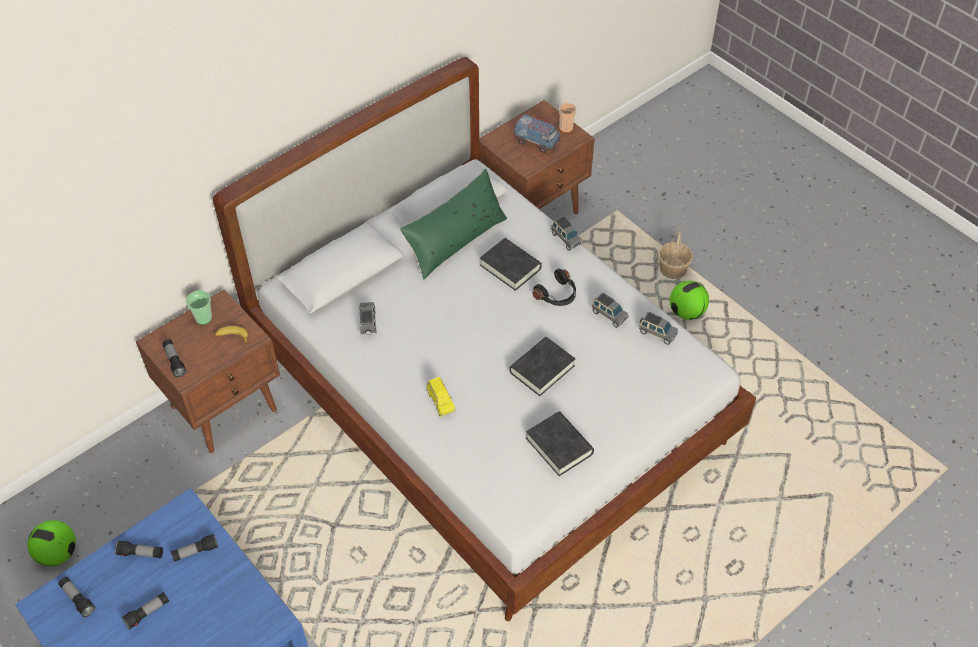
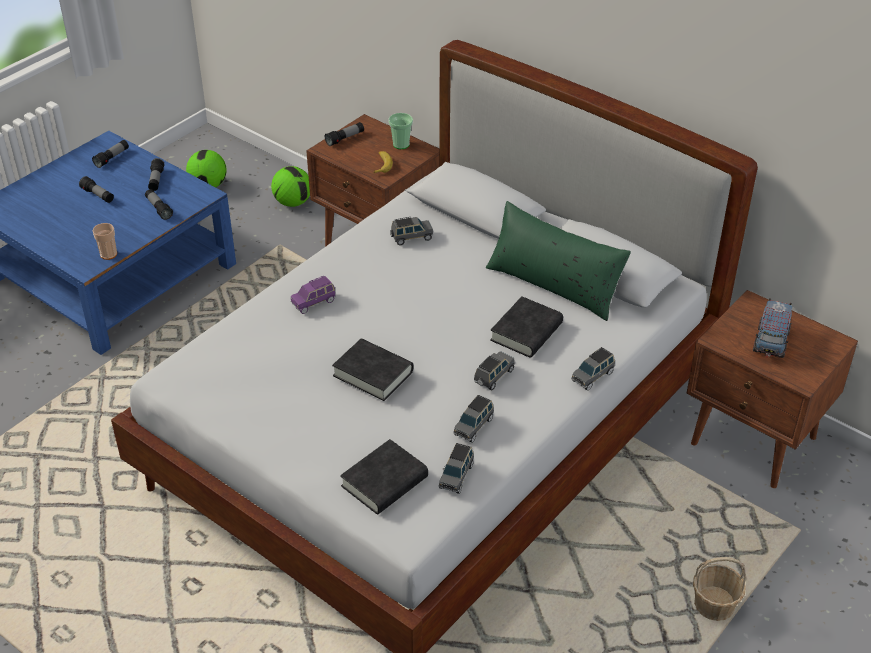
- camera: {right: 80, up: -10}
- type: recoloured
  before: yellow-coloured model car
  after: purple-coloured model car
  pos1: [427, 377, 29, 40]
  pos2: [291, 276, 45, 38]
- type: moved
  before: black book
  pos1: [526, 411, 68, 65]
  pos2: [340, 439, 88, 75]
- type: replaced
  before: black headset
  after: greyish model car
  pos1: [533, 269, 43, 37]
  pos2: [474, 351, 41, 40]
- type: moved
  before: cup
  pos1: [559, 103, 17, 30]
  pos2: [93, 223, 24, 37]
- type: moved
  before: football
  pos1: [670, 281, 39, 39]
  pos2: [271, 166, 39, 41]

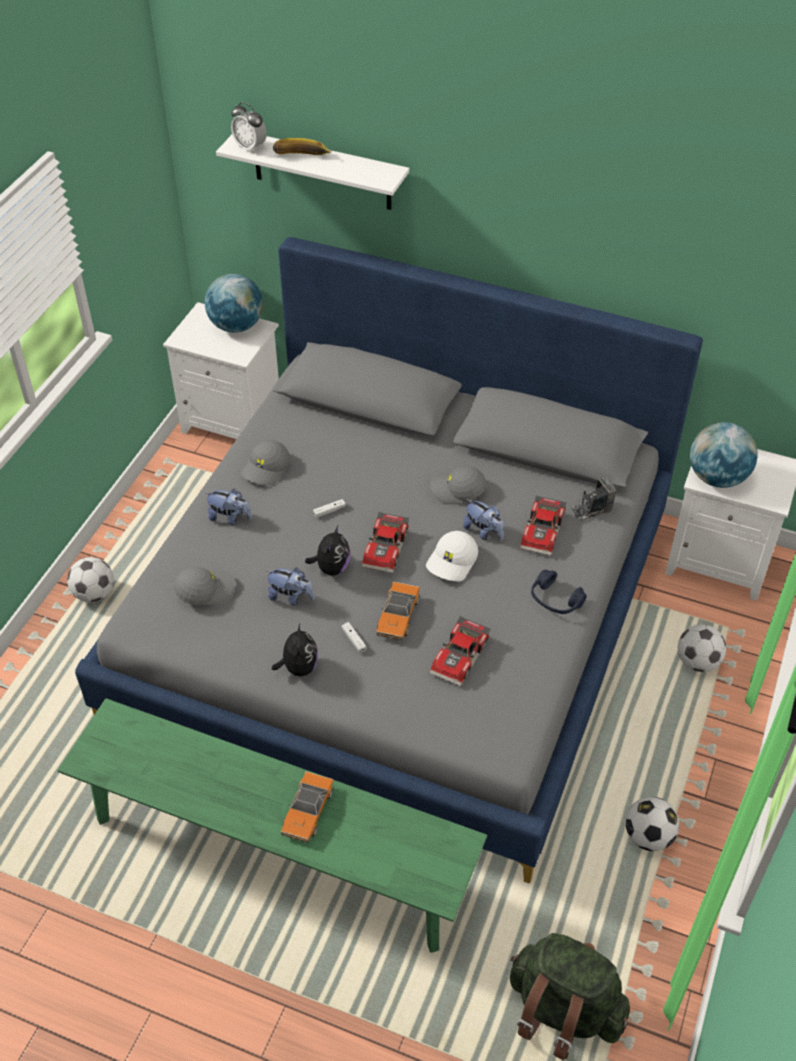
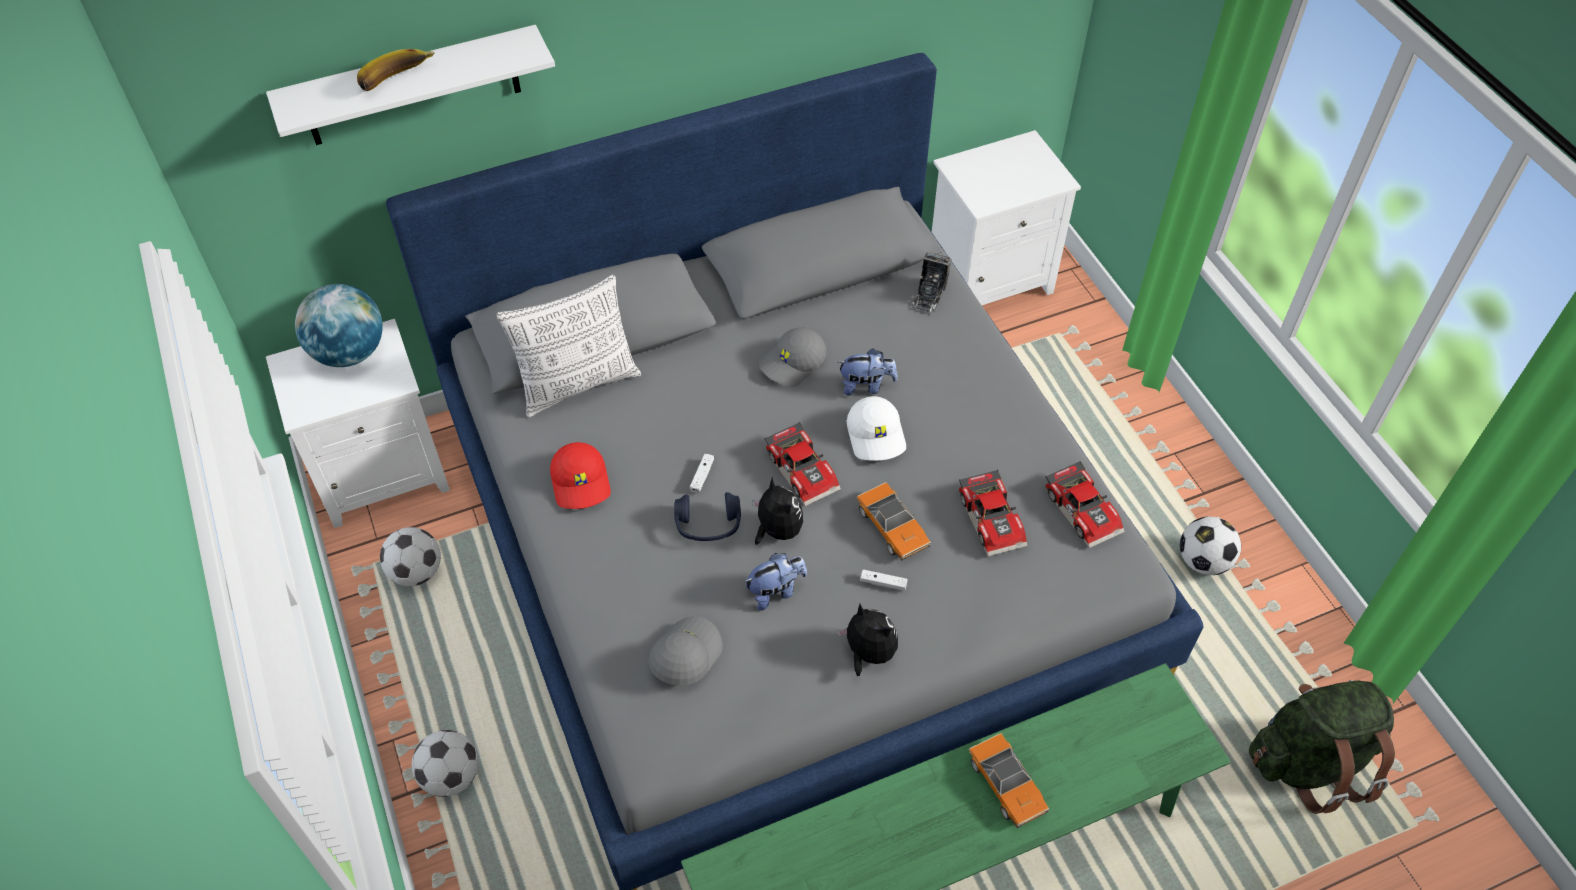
- camera: {right: -45, up: 5}
- type: removed
  before: cuddly toy
  pos1: [205, 489, 47, 36]
- type: removed
  before: alarm clock
  pos1: [231, 102, 36, 51]
- type: recoloured
  before: greyish cap
  after: reddish cap
  pos1: [241, 440, 49, 46]
  pos2: [550, 442, 61, 67]
- type: moved
  before: model car
  pos1: [520, 495, 46, 61]
  pos2: [1045, 461, 80, 87]
- type: moved
  before: bluish headset
  pos1: [531, 570, 55, 44]
  pos2: [674, 492, 67, 49]
- type: moved
  before: football
  pos1: [678, 624, 48, 48]
  pos2: [380, 527, 61, 59]
- type: removed
  before: globe
  pos1: [690, 422, 68, 66]
- type: added
  after: cushion
  pos2: [496, 275, 145, 142]

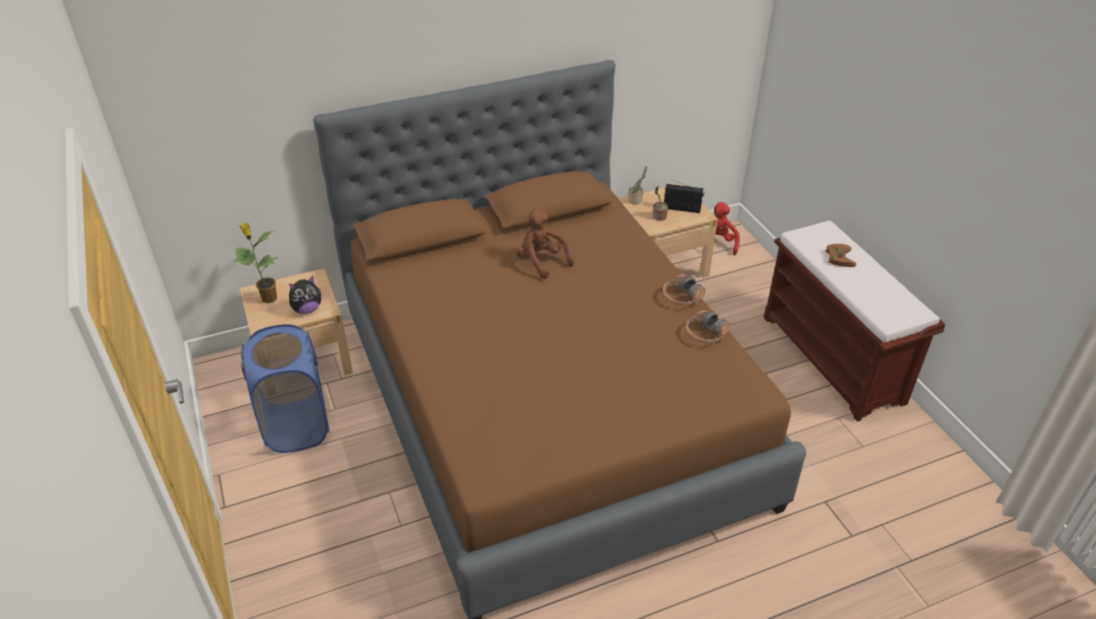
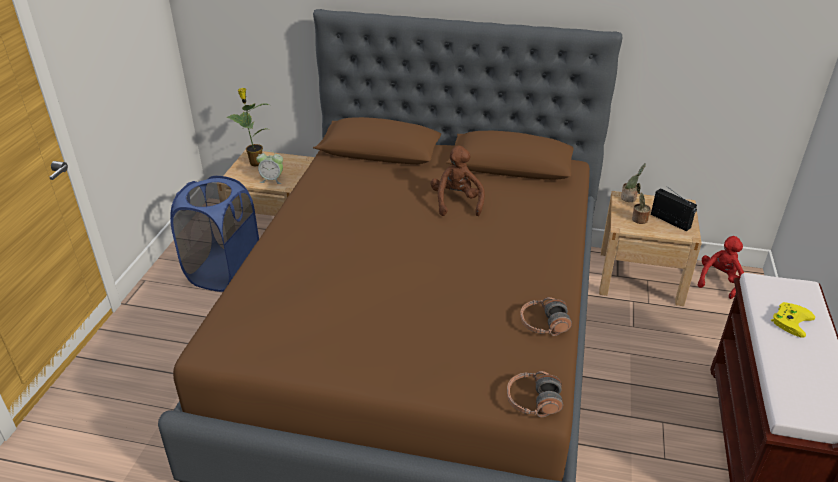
- camera: {right: 35, up: -5}
- type: replaced
  before: cuddly toy
  after: alarm clock
  pos1: [289, 277, 32, 37]
  pos2: [256, 150, 27, 34]
- type: moved
  before: headset
  pos1: [663, 275, 43, 31]
  pos2: [507, 371, 56, 46]
- type: recoloured
  before: brown joypad
  after: yellow-coloured joypad
  pos1: [825, 244, 31, 23]
  pos2: [771, 302, 44, 35]

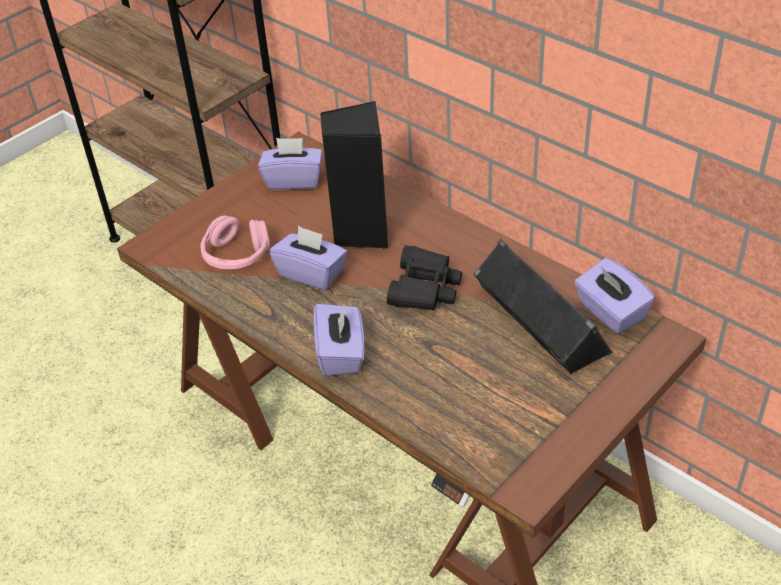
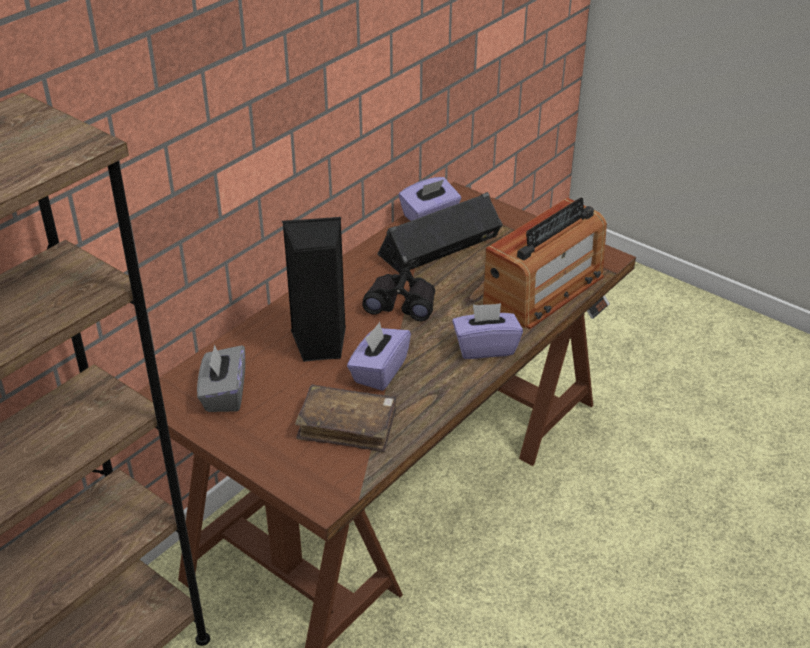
- camera: {right: -95, up: -5}
- type: replaced
  before: pink headset
  after: brown book
  pos1: [200, 216, 70, 53]
  pos2: [295, 384, 102, 68]
- type: recoloured
  before: purple-coloured tissue holder
  after: greyish tissue holder
  pos1: [258, 138, 65, 52]
  pos2: [197, 345, 48, 67]
- type: added
  after: radio receiver
  pos2: [483, 197, 124, 132]

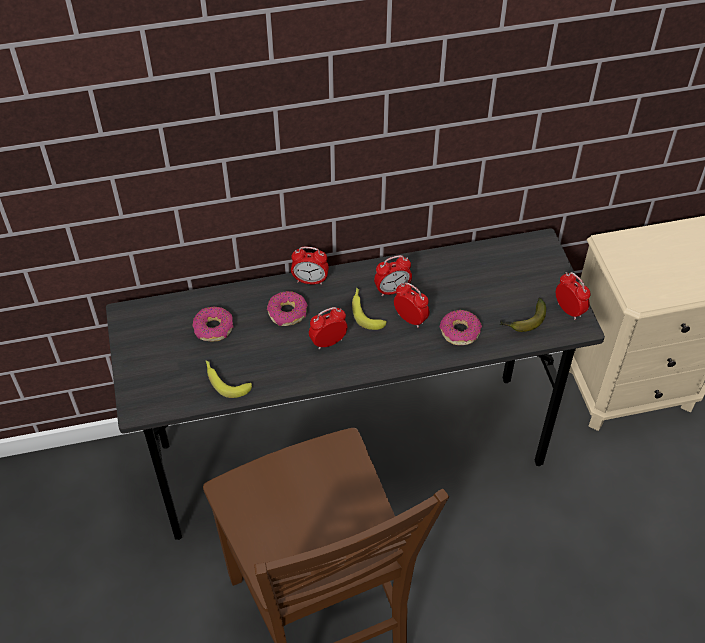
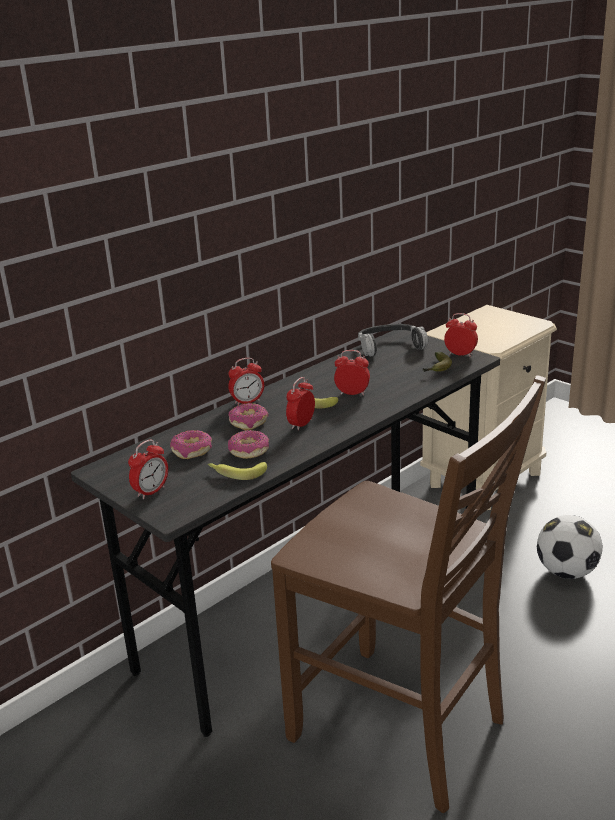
- camera: {right: -30, up: -25}
- type: moved
  before: alarm clock
  pos1: [374, 255, 38, 41]
  pos2: [128, 440, 40, 59]
- type: moved
  before: donut
  pos1: [440, 310, 42, 35]
  pos2: [228, 430, 41, 29]
- type: added
  after: headset
  pos2: [358, 324, 70, 32]
- type: added
  after: football
  pos2: [537, 515, 66, 64]

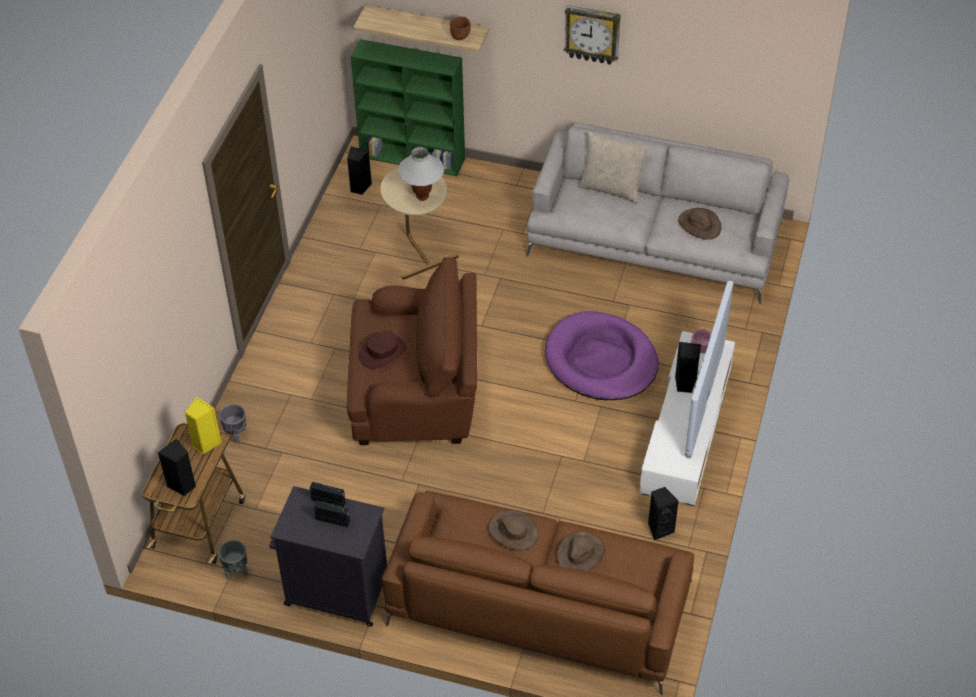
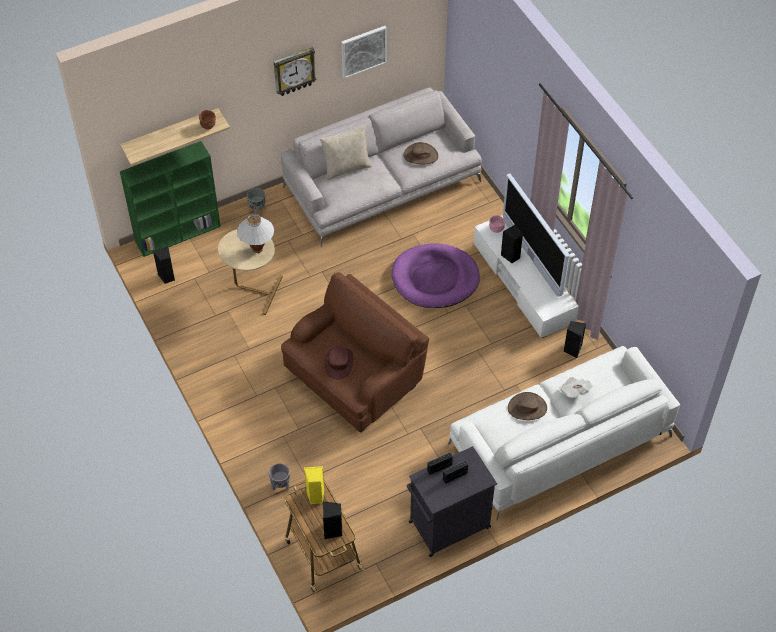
- camera: {right: -45, up: 5}
- type: moved
  before: greyish flower pot
  pos1: [218, 540, 30, 39]
  pos2: [247, 188, 18, 27]
- type: recoloured
  before: brown couch
  after: whitish couch
  pos1: [382, 491, 312, 204]
  pos2: [448, 346, 232, 175]
- type: replaced
  before: brown hat
  after: newspaper
  pos1: [556, 531, 49, 40]
  pos2: [559, 377, 34, 21]
- type: added
  after: wall picture
  pos2: [341, 26, 46, 53]

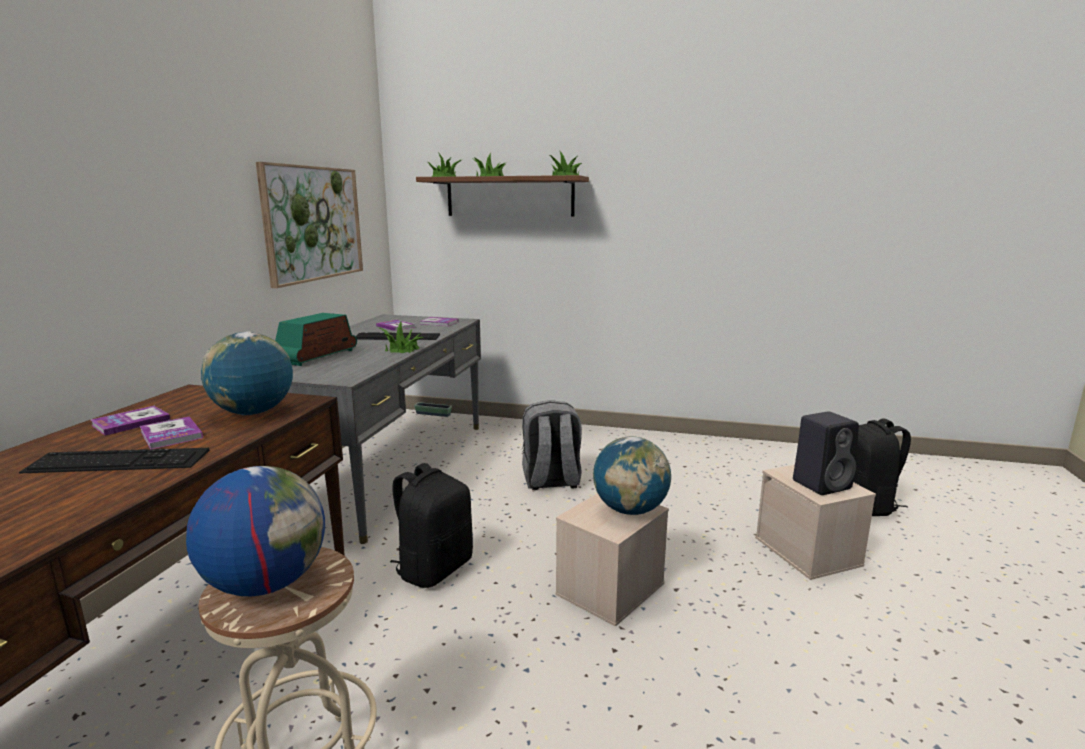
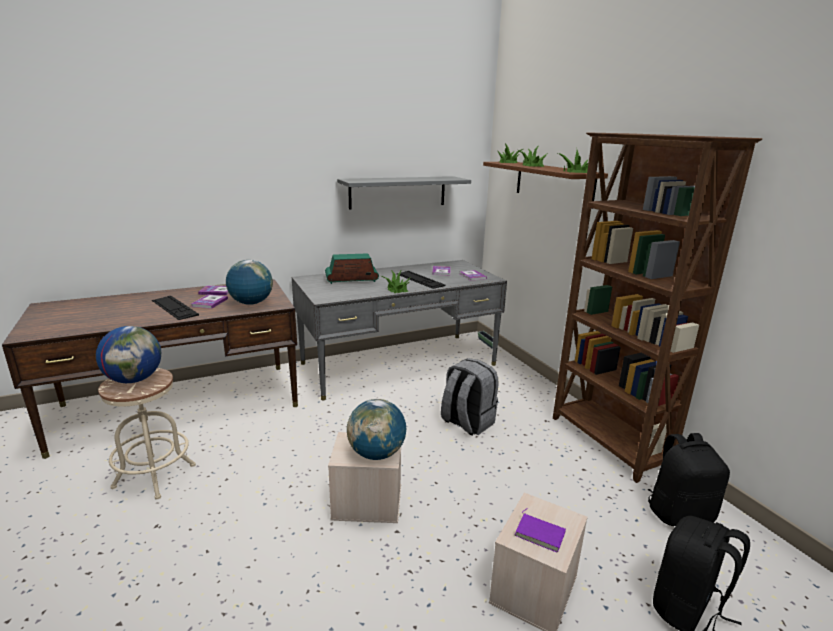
- camera: {right: 50, up: 5}
- type: replaced
  before: wall picture
  after: greyish shelf
  pos1: [256, 162, 107, 126]
  pos2: [337, 176, 134, 33]
- type: moved
  before: black rucksack
  pos1: [390, 463, 83, 125]
  pos2: [648, 433, 82, 93]
- type: replaced
  before: black speaker
  after: purple-coloured book
  pos1: [793, 412, 66, 83]
  pos2: [514, 508, 52, 45]
- type: added
  after: brown shelving unit
  pos2: [553, 132, 209, 351]

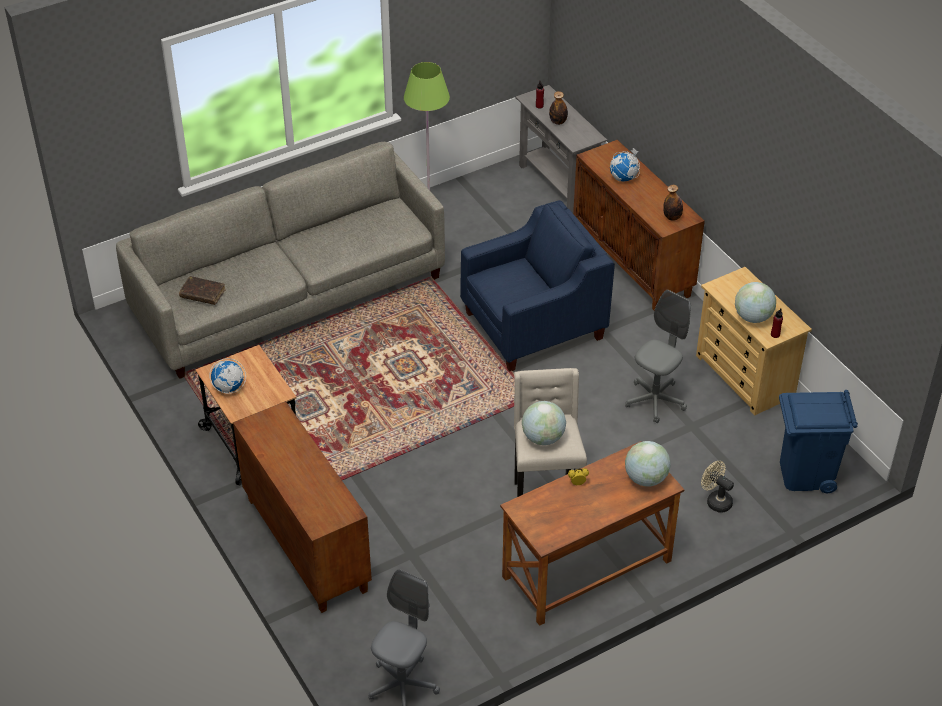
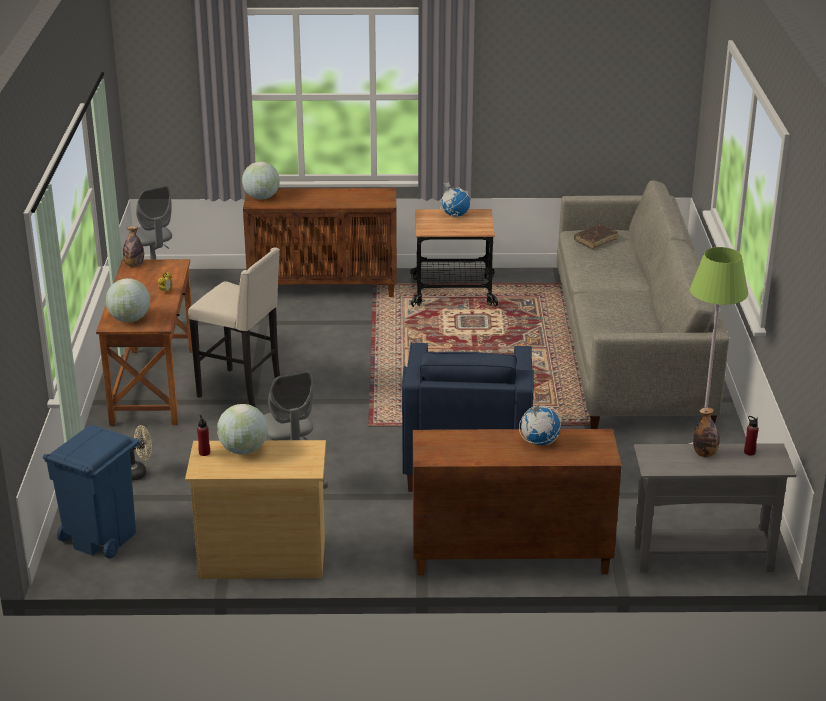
- camera: {right: 120, up: -15}
- type: moved
  before: globe
  pos1: [522, 401, 44, 44]
  pos2: [242, 162, 38, 38]
- type: moved
  before: beverage bottle
  pos1: [663, 185, 20, 36]
  pos2: [123, 226, 21, 41]

